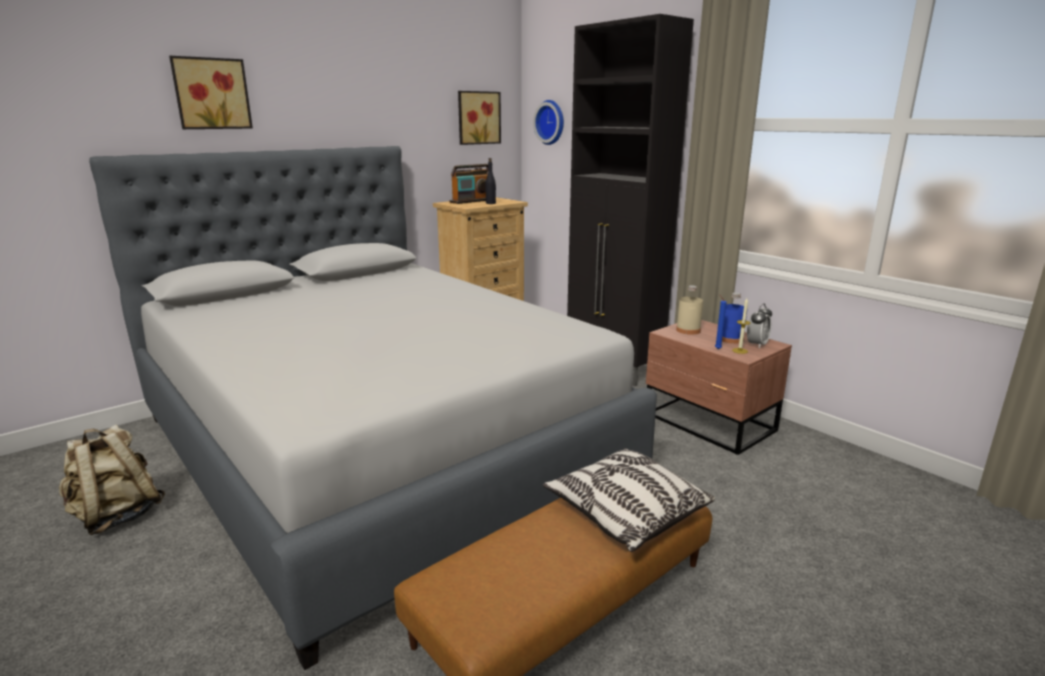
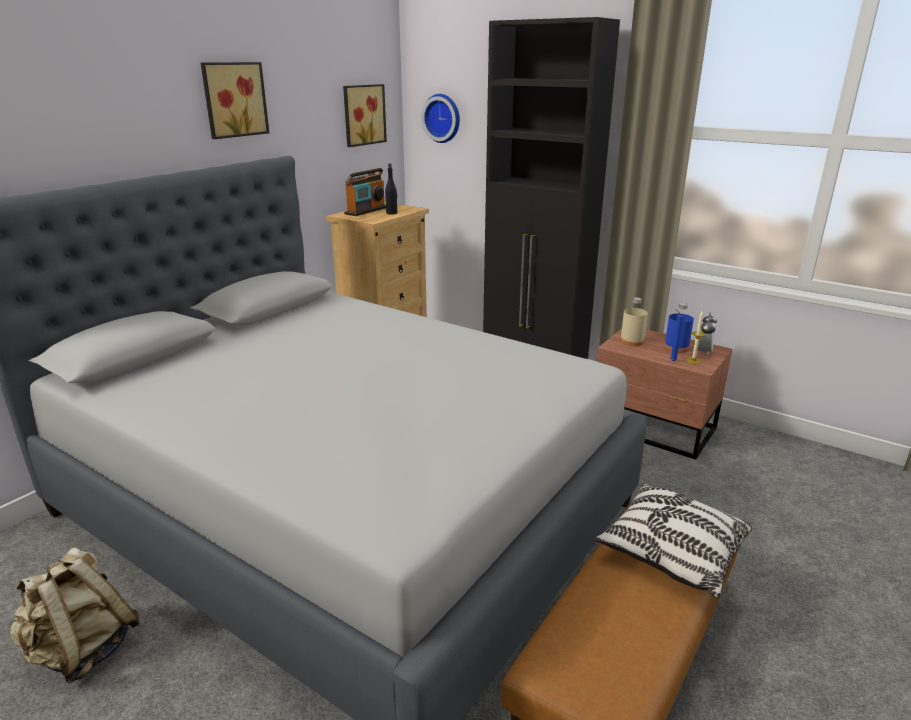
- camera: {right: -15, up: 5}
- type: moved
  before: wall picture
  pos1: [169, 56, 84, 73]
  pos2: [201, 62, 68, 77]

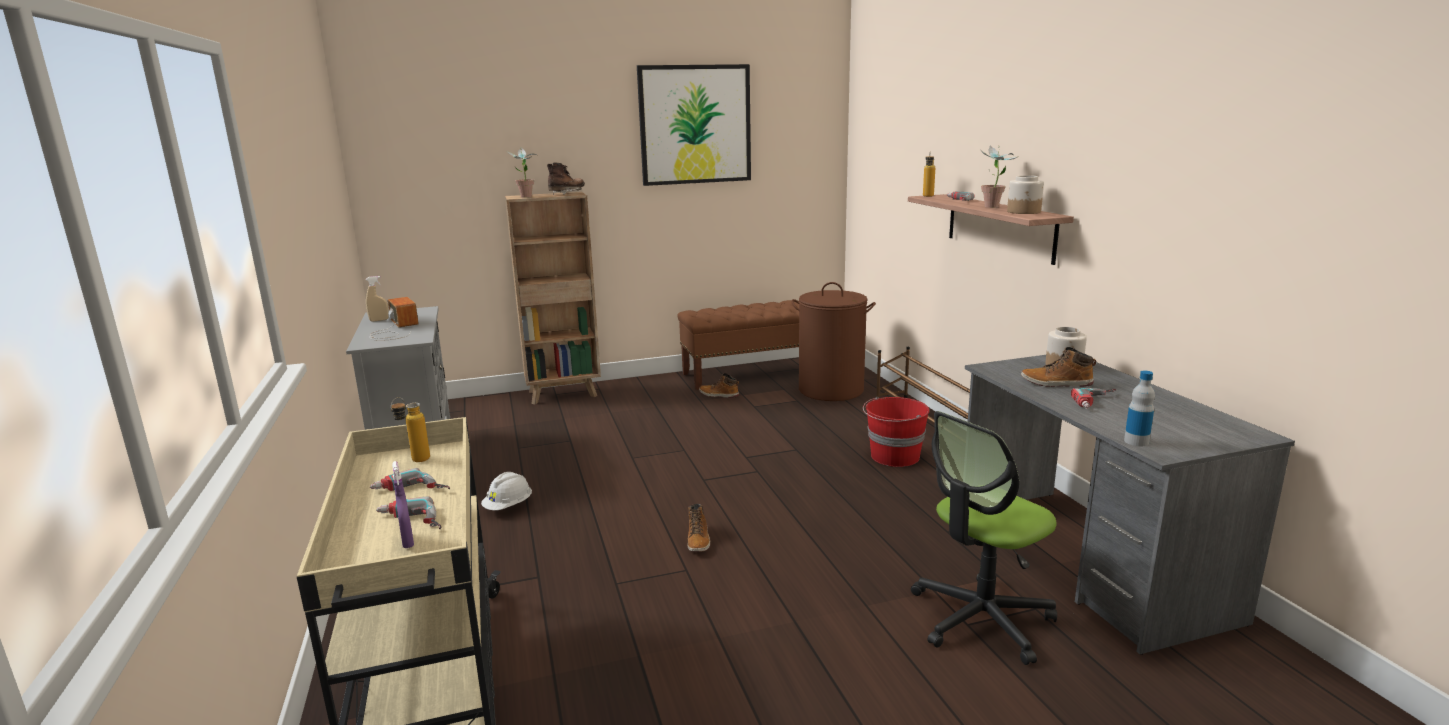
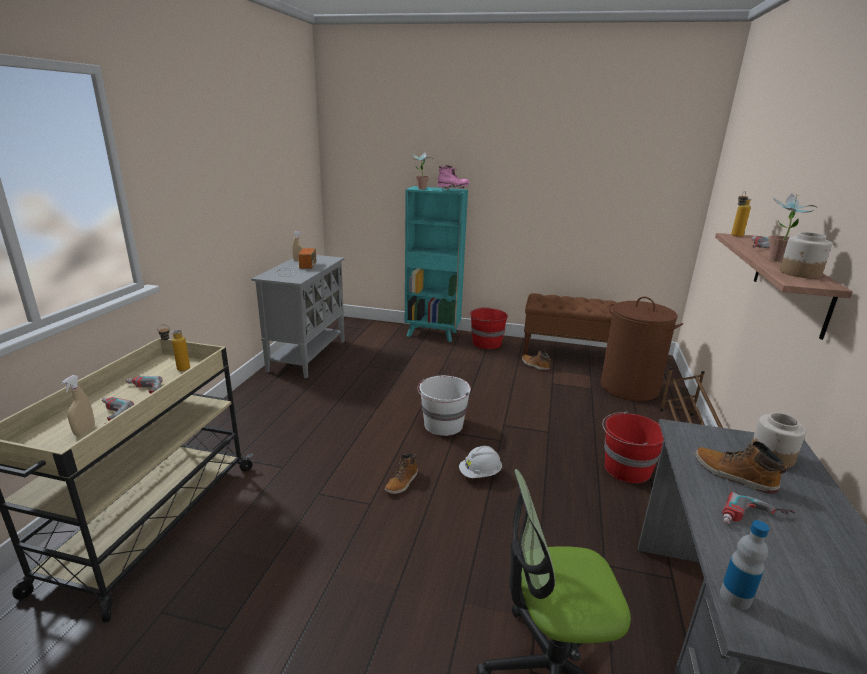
- camera: {right: 30, up: 5}
- type: recoloured
  before: purple-coloured spray bottle
  after: sand-coloured spray bottle
  pos1: [392, 461, 22, 87]
  pos2: [61, 375, 34, 61]
- type: moved
  before: whitish safety helmet
  pos1: [481, 472, 51, 38]
  pos2: [459, 446, 43, 32]
- type: recoloured
  before: brown shelving unit
  after: blue-green shelving unit
  pos1: [505, 192, 96, 213]
  pos2: [405, 186, 63, 156]
- type: recoloured
  before: brown boot
  after: pink boot
  pos1: [547, 162, 38, 33]
  pos2: [437, 165, 33, 26]
- type: removed
  before: wall picture
  pos1: [637, 64, 114, 122]
- type: added
  after: whitish pail
  pos2: [417, 376, 54, 60]
- type: added
  after: reddish pail
  pos2: [469, 307, 39, 42]

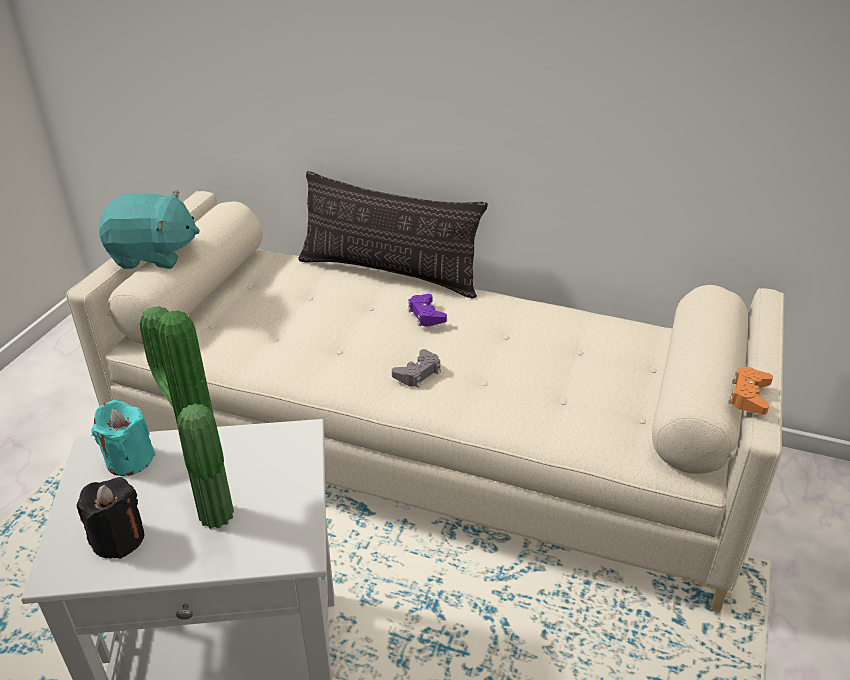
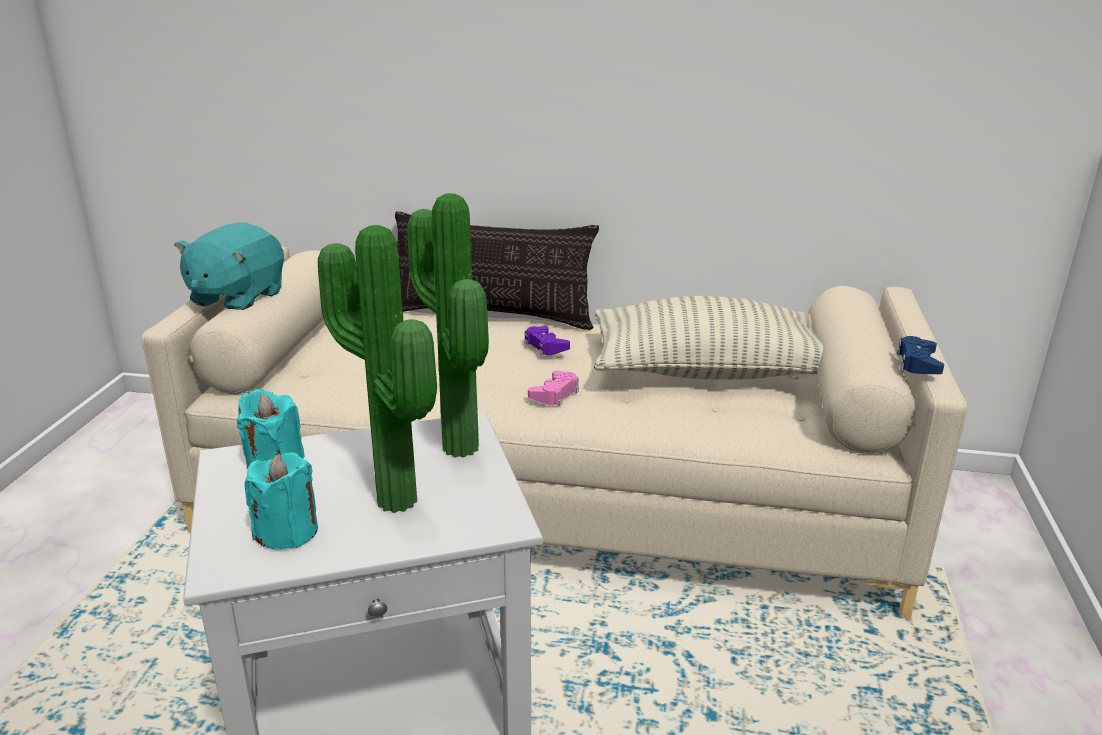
- camera: {right: -10, up: -10}
- type: recoloured
  before: black wax candle
  after: blue-green wax candle
  pos1: [77, 477, 67, 82]
  pos2: [244, 452, 74, 98]
- type: turned
  before: blue-green cuddly toy
  pos1: [99, 190, 101, 79]
  pos2: [174, 222, 110, 88]
  turn: 120
- type: recoloured
  before: greyish joypad
  after: pink joypad
  pos1: [392, 349, 49, 39]
  pos2: [528, 370, 51, 36]
- type: recoloured
  before: orangey joypad
  after: bluish joypad
  pos1: [728, 367, 45, 48]
  pos2: [896, 336, 48, 38]
- type: added
  after: potted plant
  pos2: [407, 193, 82, 265]
- type: added
  after: cushion
  pos2: [594, 296, 229, 83]

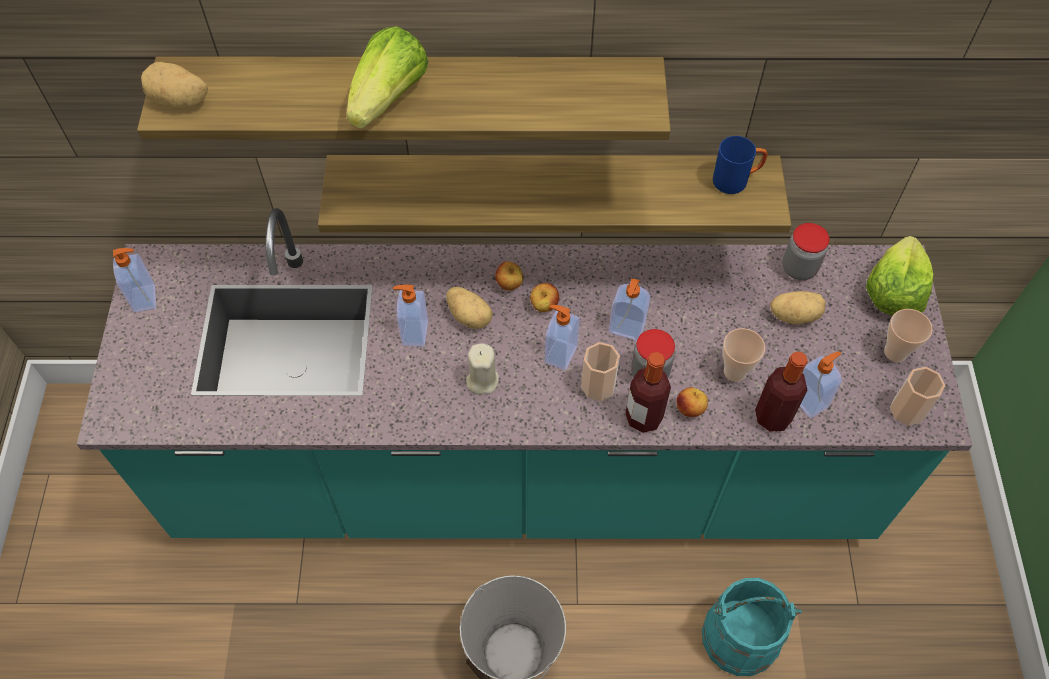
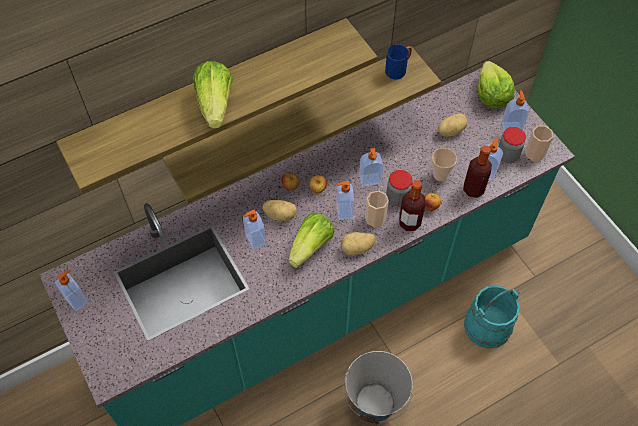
- camera: {right: -30, up: 0}
- type: moved
  before: whole potato
  pos1: [141, 62, 67, 47]
  pos2: [341, 232, 35, 23]
- type: replaced
  before: sand-coloured wax candle
  after: lettuce
  pos1: [466, 343, 33, 52]
  pos2: [288, 213, 46, 55]
- type: moved
  before: preserve jar
  pos1: [782, 223, 48, 57]
  pos2: [498, 127, 28, 36]
- type: replaced
  before: cup
  after: soap bottle
  pos1: [884, 309, 48, 53]
  pos2: [502, 90, 27, 42]

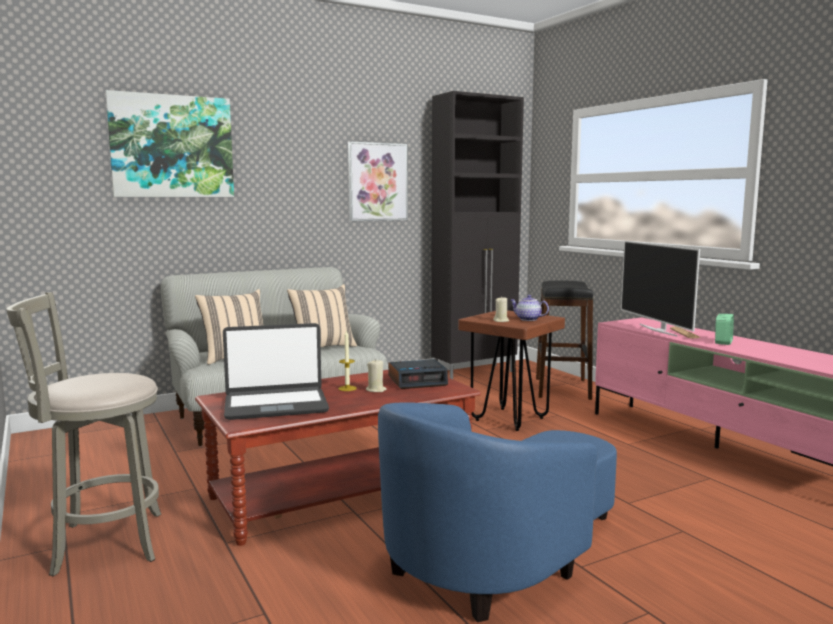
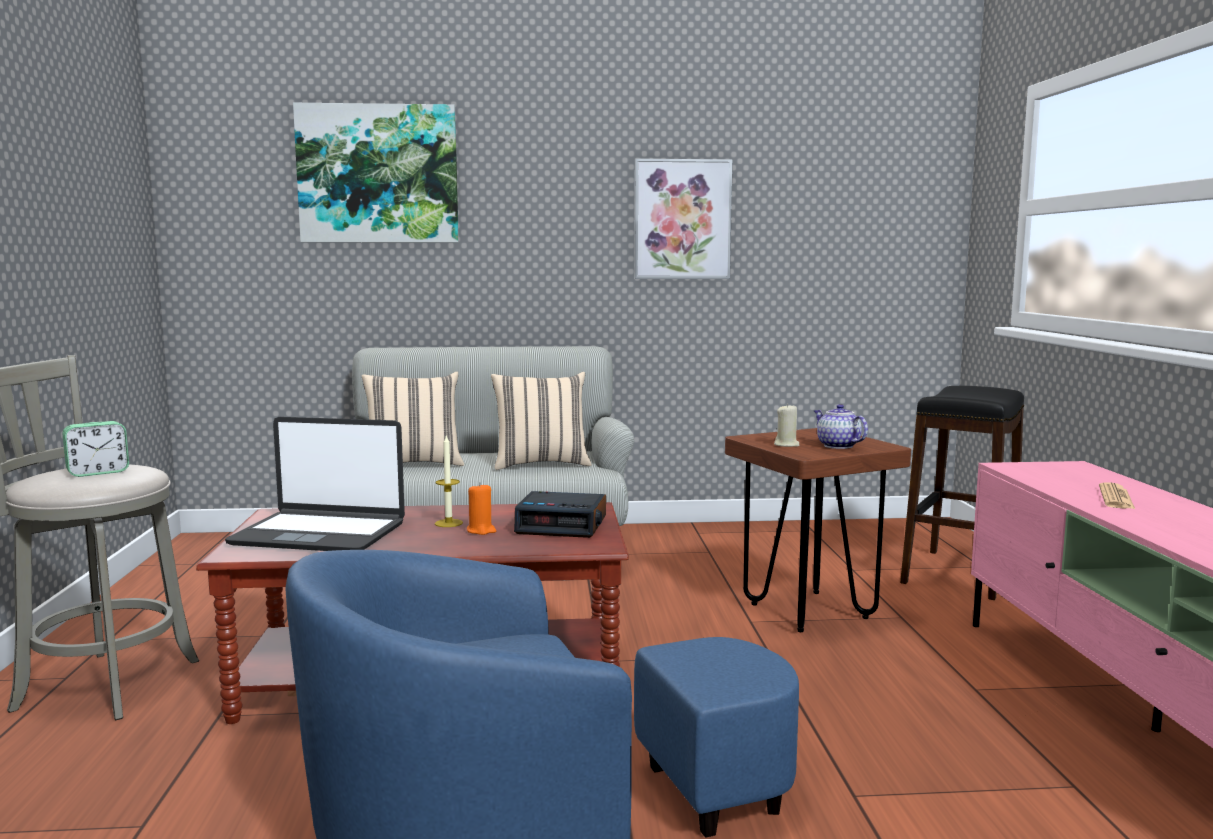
- camera: {right: 25, up: 0}
- type: recoloured
  before: sand-coloured wax candle
  after: orangey wax candle
  pos1: [366, 359, 21, 33]
  pos2: [467, 482, 29, 53]
- type: removed
  before: black storage cabinet
  pos1: [431, 91, 93, 288]
- type: removed
  before: television
  pos1: [621, 241, 79, 95]
- type: moved
  before: alarm clock
  pos1: [715, 314, 19, 31]
  pos2: [63, 421, 66, 56]

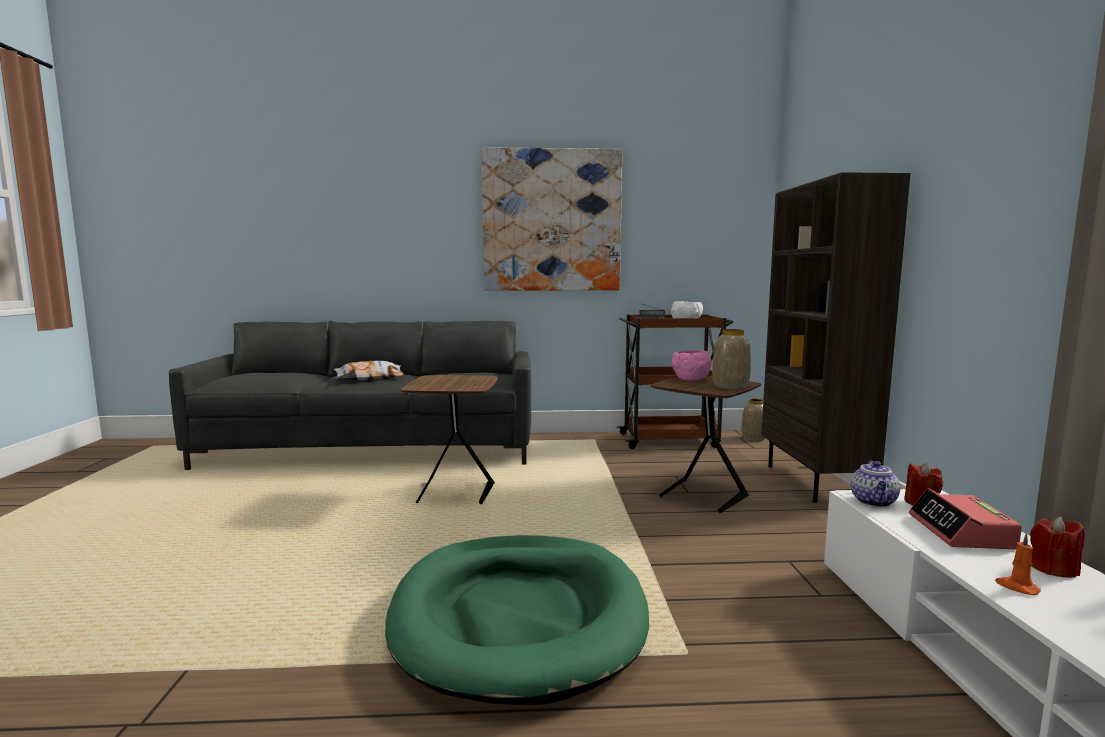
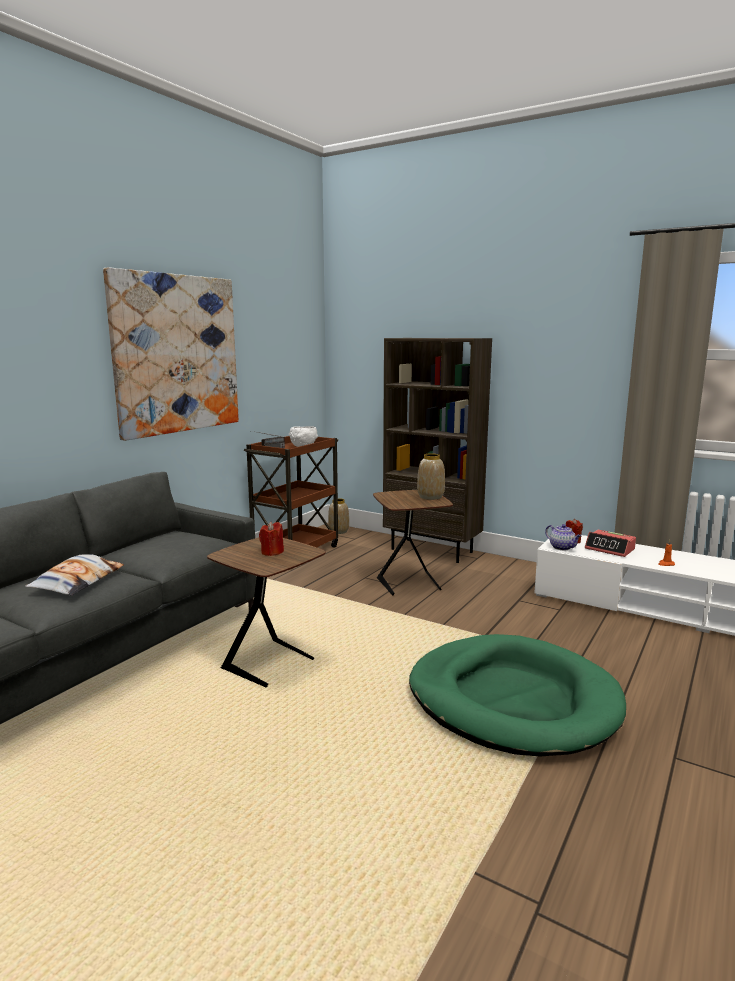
- camera: {right: -55, up: 5}
- type: removed
  before: pink serving bowl
  pos1: [672, 350, 40, 31]
- type: moved
  before: reddish wax candle
  pos1: [1030, 516, 55, 62]
  pos2: [259, 522, 25, 34]

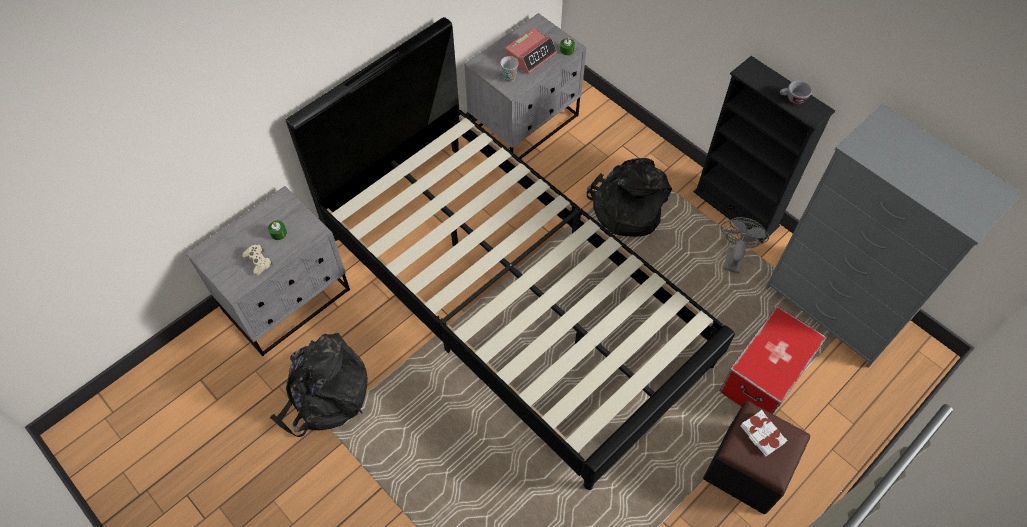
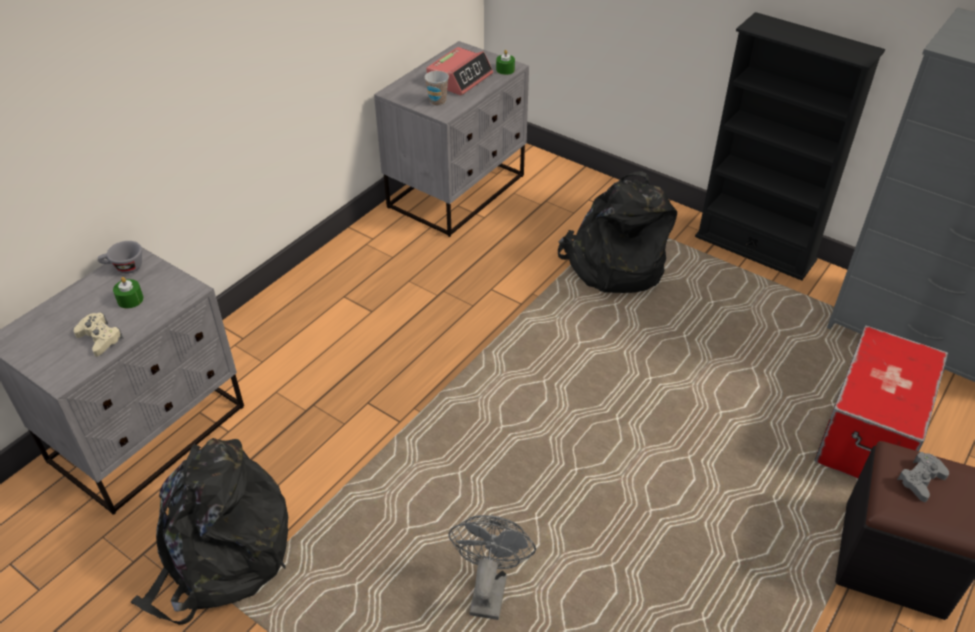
- camera: {right: -10, up: -15}
- type: removed
  before: black bed
  pos1: [286, 17, 449, 473]
- type: moved
  before: greyish fan
  pos1: [721, 217, 48, 57]
  pos2: [448, 515, 88, 105]
- type: replaced
  before: whitish book
  after: greyish joypad
  pos1: [741, 410, 47, 46]
  pos2: [897, 452, 52, 50]
- type: moved
  before: greyish cup
  pos1: [780, 80, 32, 24]
  pos2: [98, 241, 44, 33]

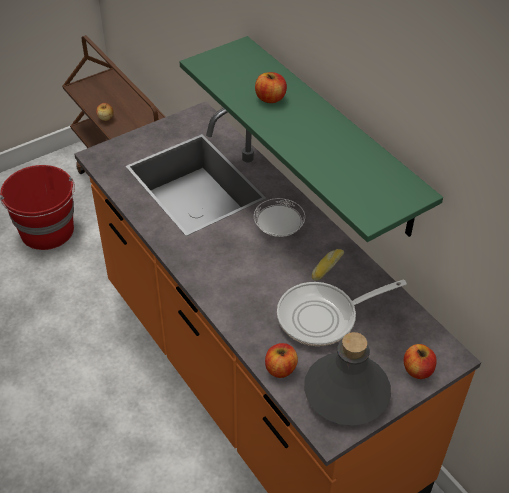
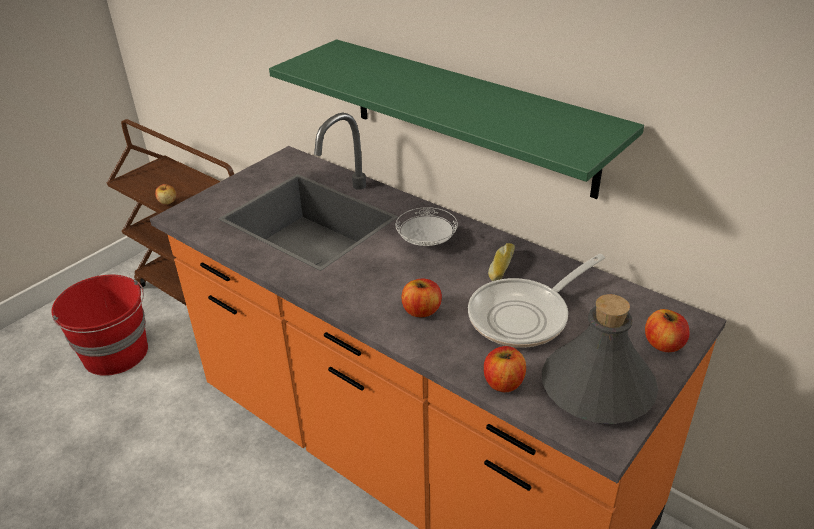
- camera: {right: -15, up: -10}
- type: moved
  before: apple fruit
  pos1: [255, 72, 32, 31]
  pos2: [401, 279, 41, 38]

